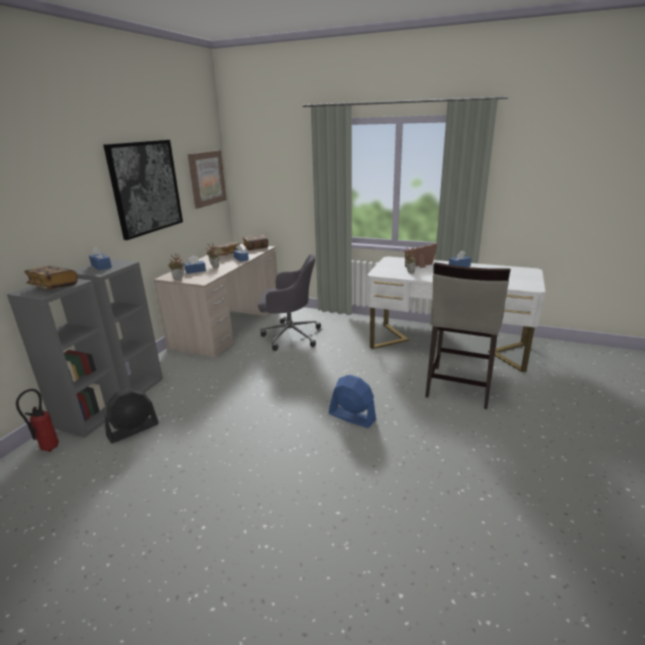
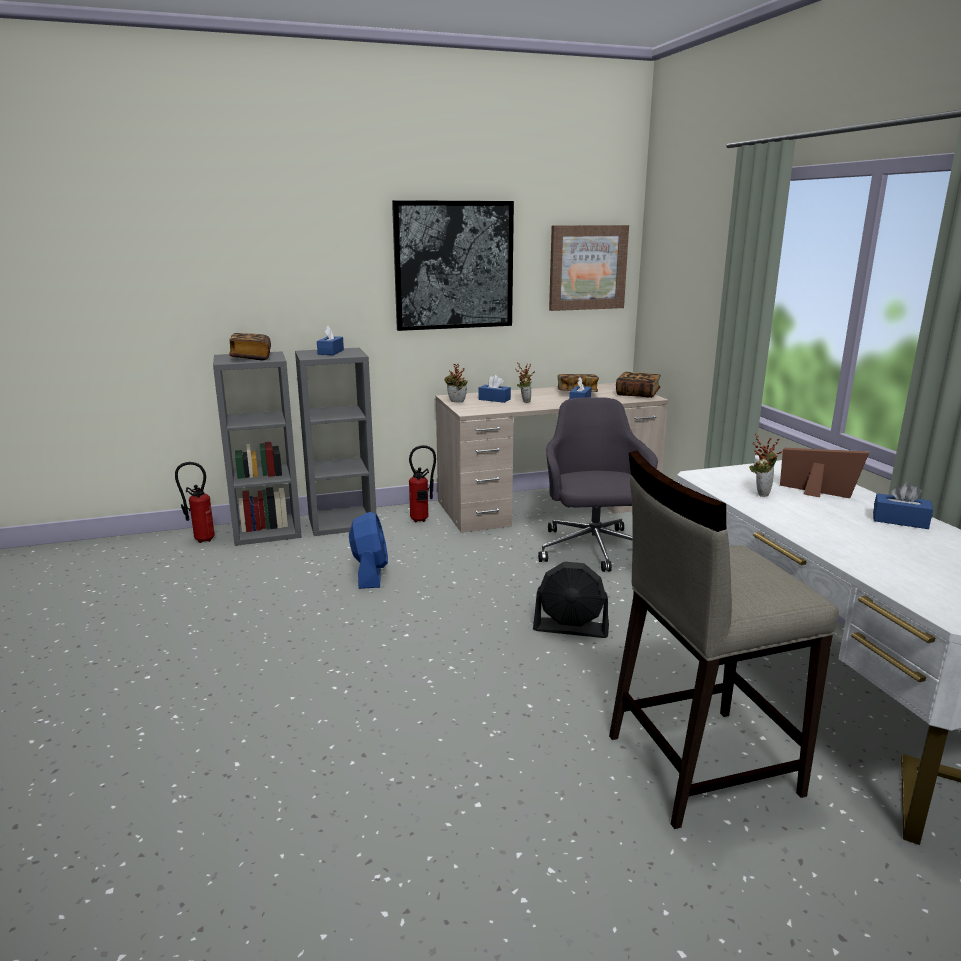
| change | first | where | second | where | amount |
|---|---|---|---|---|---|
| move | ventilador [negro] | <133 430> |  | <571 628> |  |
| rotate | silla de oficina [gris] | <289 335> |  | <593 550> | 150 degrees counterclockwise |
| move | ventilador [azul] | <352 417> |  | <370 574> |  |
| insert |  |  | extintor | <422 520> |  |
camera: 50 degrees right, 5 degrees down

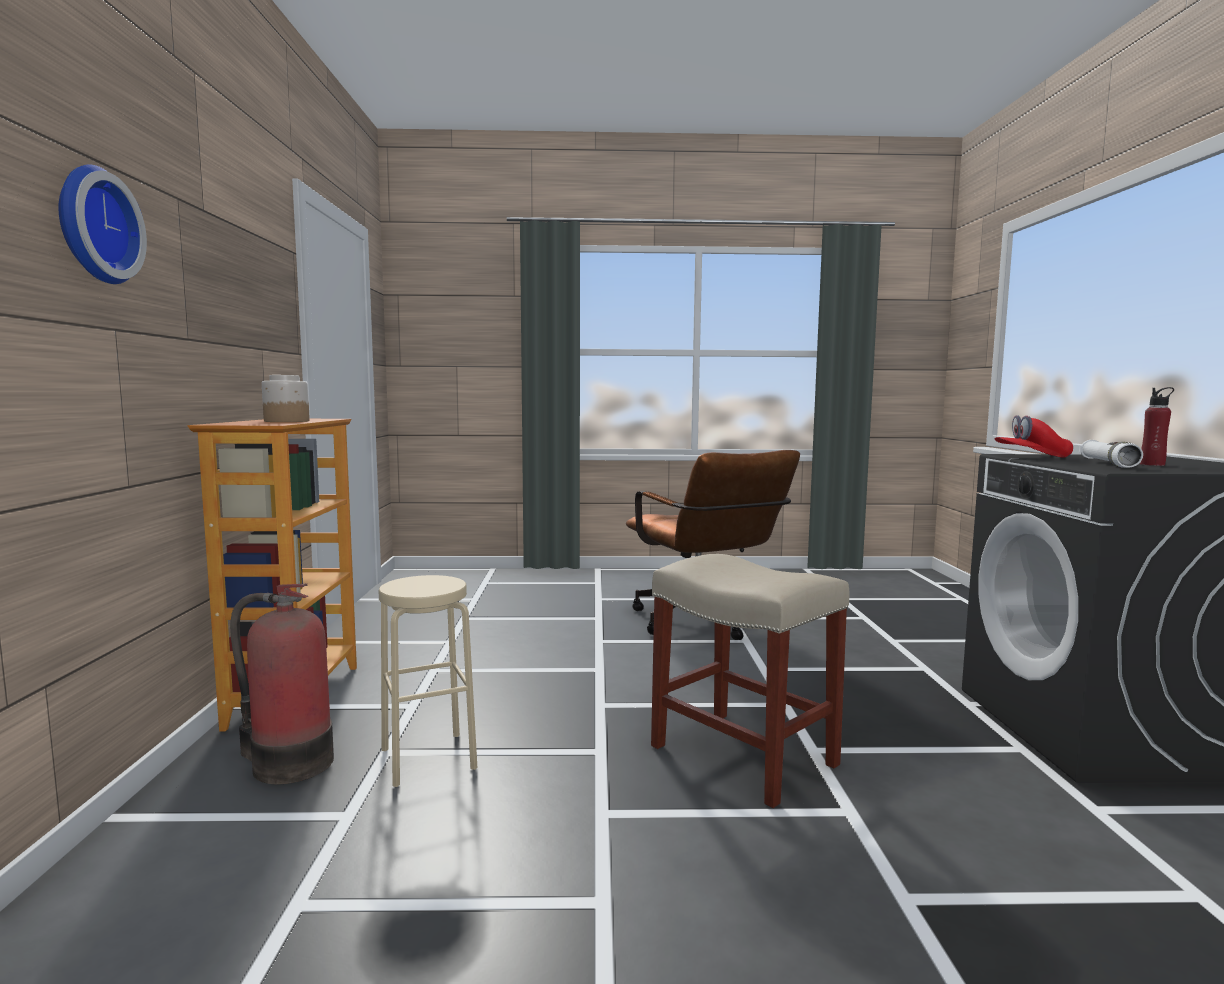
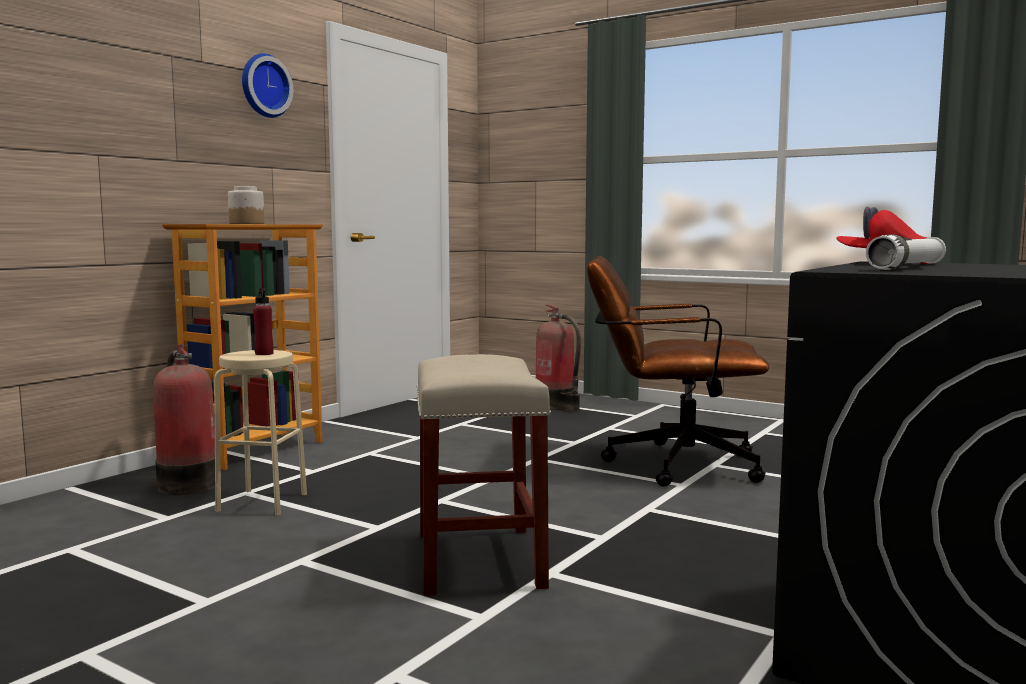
| change | first | where | second | where | amount |
|---|---|---|---|---|---|
| move | reloj de pared | <93 225> |  | <263 86> |  |
| rotate | silla de oficina [marrón] | <704 624> |  | <669 464> | 90 degrees clockwise |
| move | botella [rojo] | <1152 464> |  | <264 354> |  |
| insert |  |  | extintor | <557 406> |  |
camera: 35 degrees right, 0 degrees up

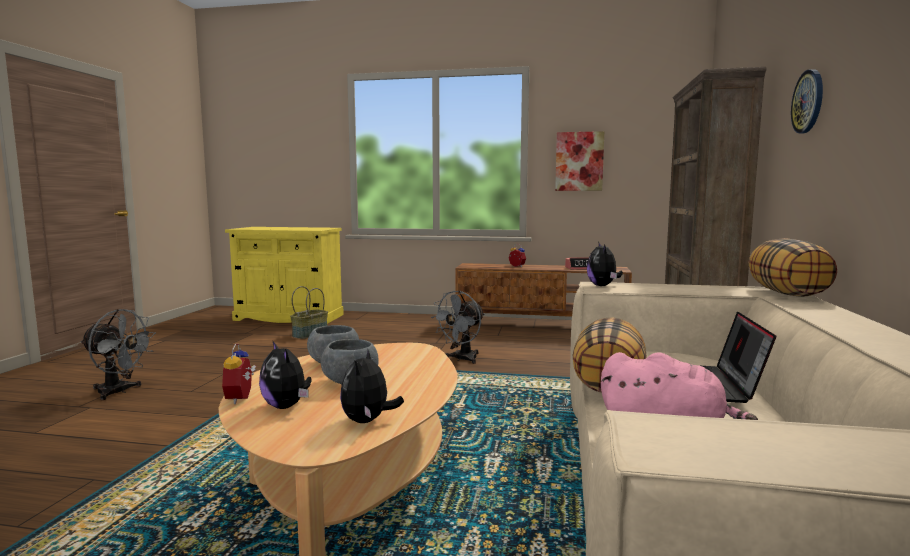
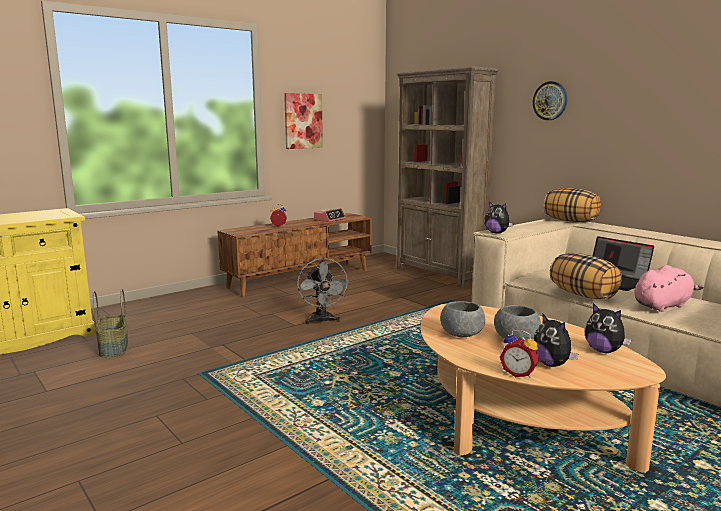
| change | first | where | second | where | amount |
|---|---|---|---|---|---|
| delete | ventilador [gris] | <119 392> |  |  |  |
| rotate | peluche | <286 406> |  | <552 364> | 60 degrees clockwise |
camera: 50 degrees left, 5 degrees up

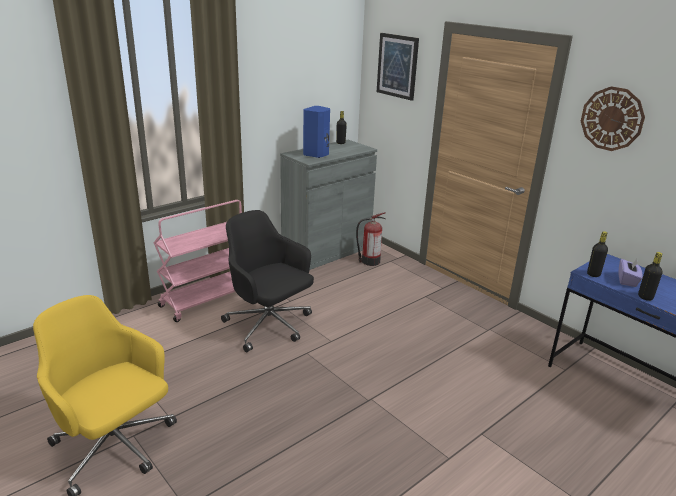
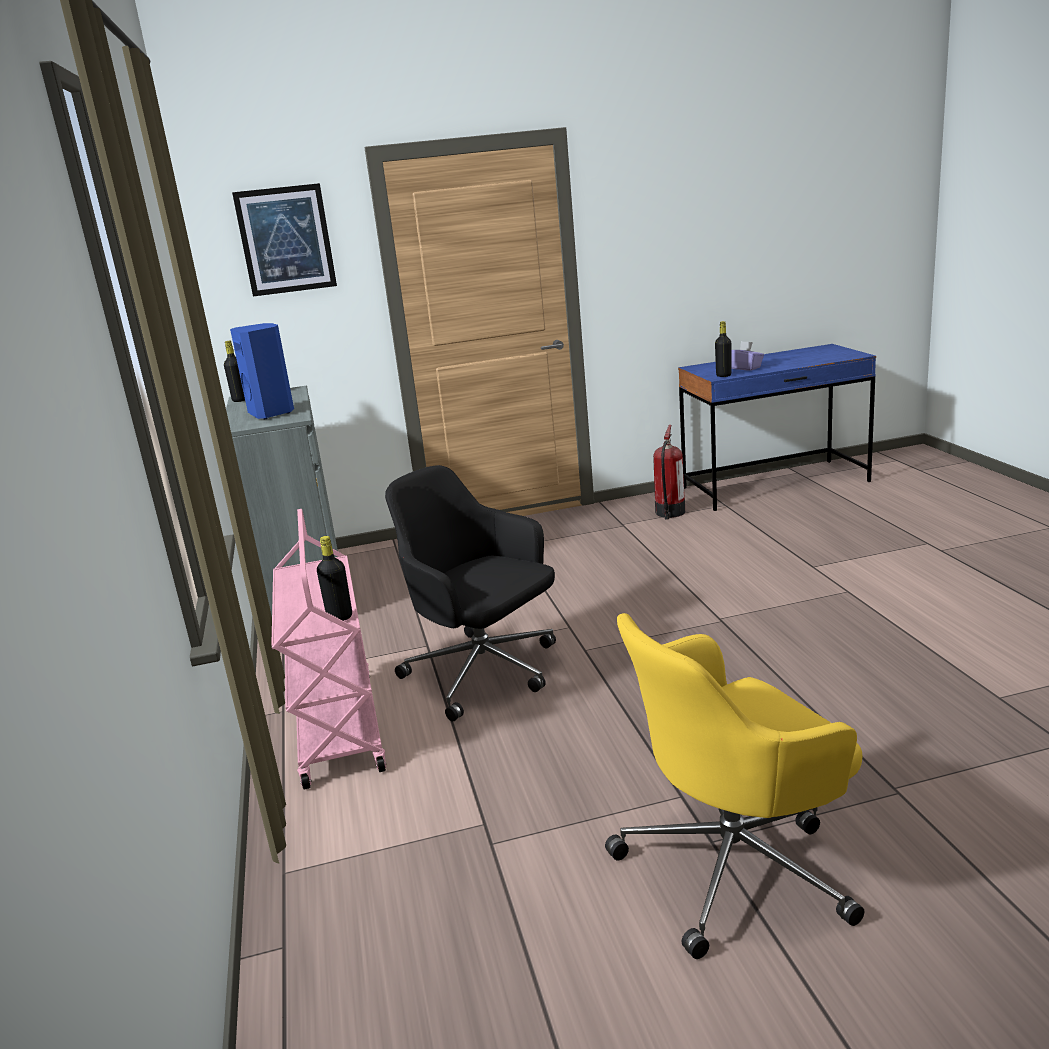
| change | first | where | second | where | amount |
|---|---|---|---|---|---|
| rotate | silla de oficina [negro] | <269 326> |  | <484 673> | 60 degrees clockwise |
| move | extintor | <369 261> |  | <669 513> |  |
| delete | reloj de pared | <612 119> |  |  |  |
| move | botella [negro] | <645 297> |  | <339 617> |  |
camera: 60 degrees left, 5 degrees down

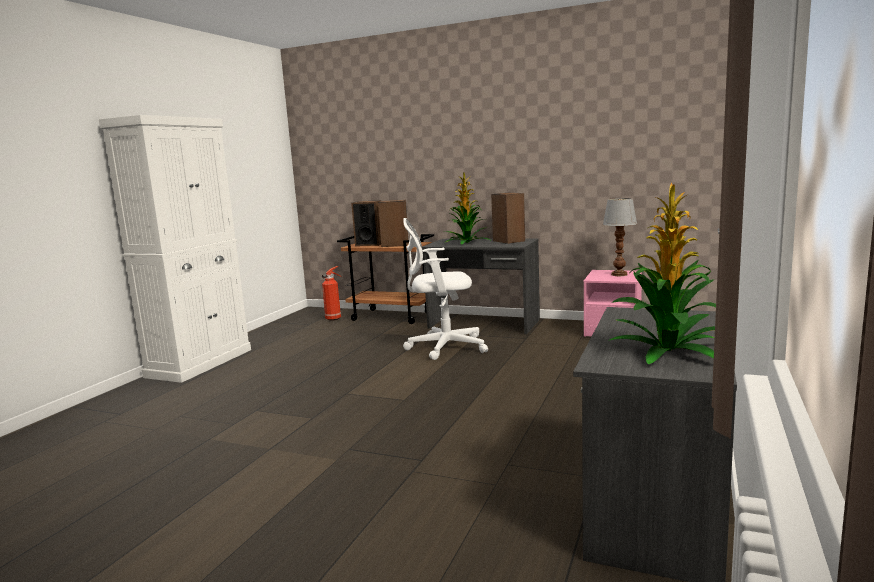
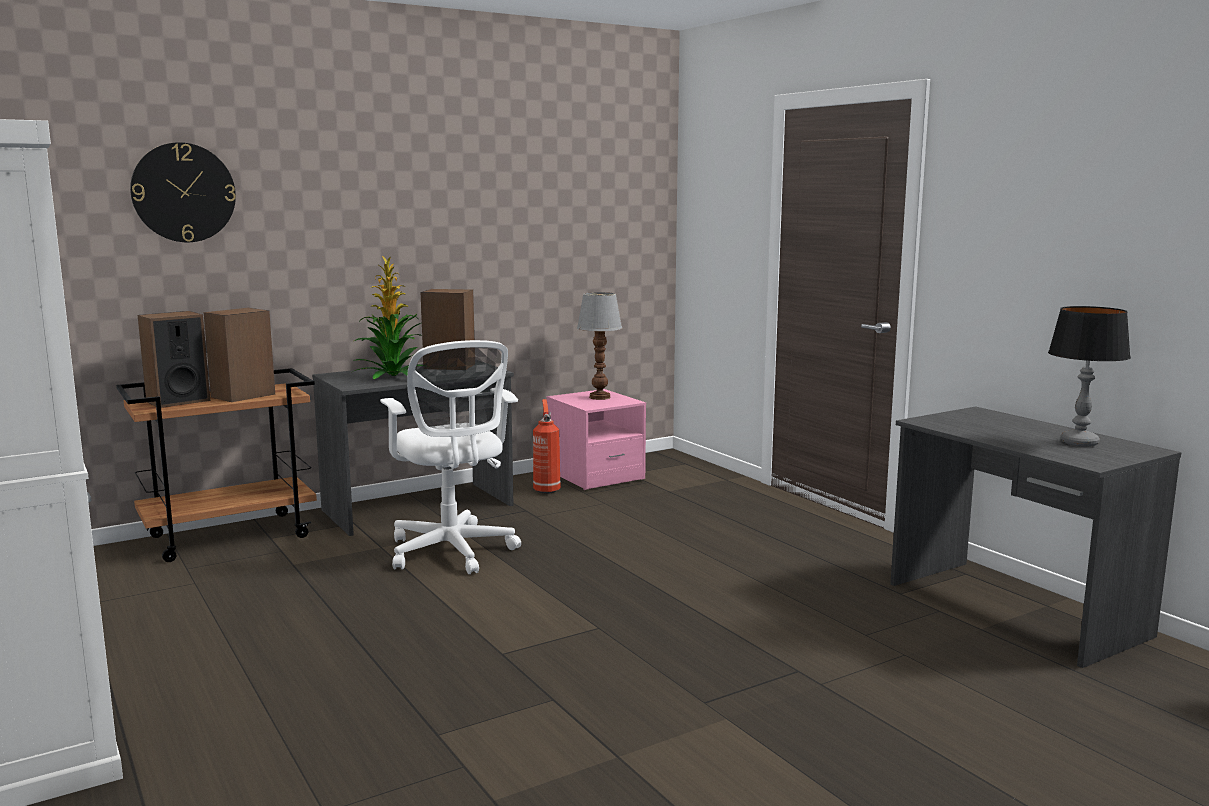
| change | first | where | second | where | amount |
|---|---|---|---|---|---|
| move | extintor | <334 318> |  | <546 490> |  |
| rotate | silla de oficina [blanco] | <442 347> |  | <452 552> | 60 degrees counterclockwise |
| replace | planta en maceta | <669 351> | lámpara de mesa | <1078 442> |  |
| insert |  |  | reloj de pared | <183 192> |  |
camera: 55 degrees left, 0 degrees up

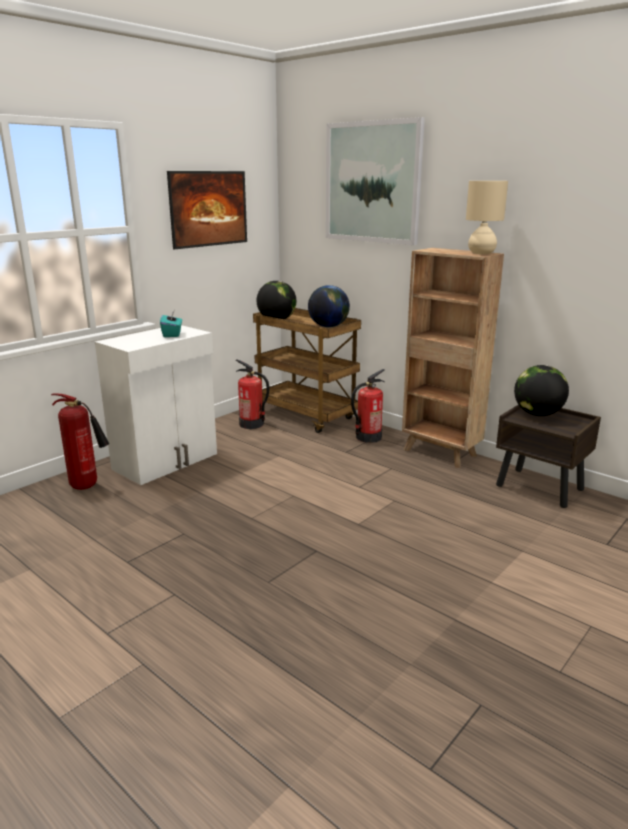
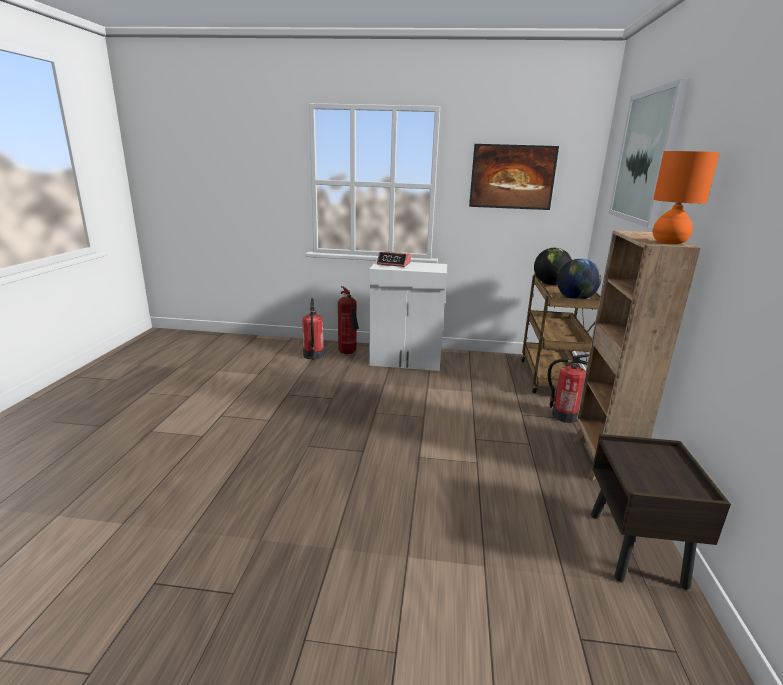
| change | first | where | second | where | amount |
|---|---|---|---|---|---|
| delete | caja de pañuelos [turquesa] | <172 334> |  |  |  |
| move | extintor | <252 424> |  | <313 355> |  |
| recolor | lámpara de mesa [beis] | <481 253> | lámpara de mesa [naranja] | <669 242> |  |
| delete | globo terráqueo | <537 414> |  |  |  |
| insert |  |  | despertador | <394 264> |  |
camera: 55 degrees right, 0 degrees up

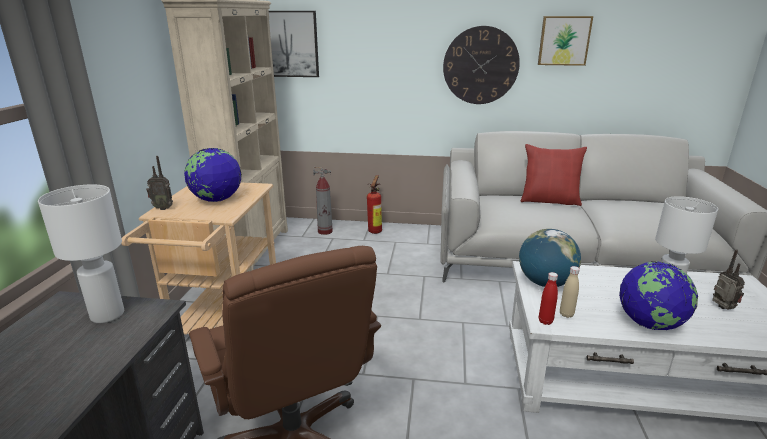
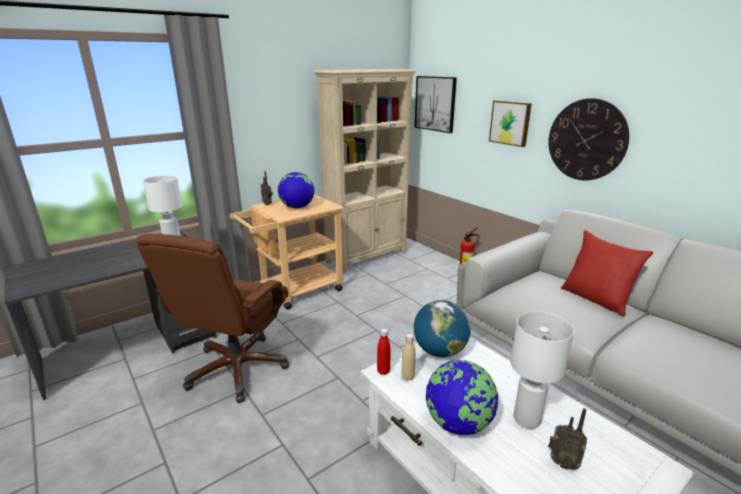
| change | first | where | second | where | amount |
|---|---|---|---|---|---|
| delete | extintor | <325 231> |  |  |  |
| move | cuadro | <564 40> |  | <510 123> |  |
| rotate | radio | <721 308> |  | <562 462> | 90 degrees clockwise |
camera: 45 degrees right, 0 degrees up

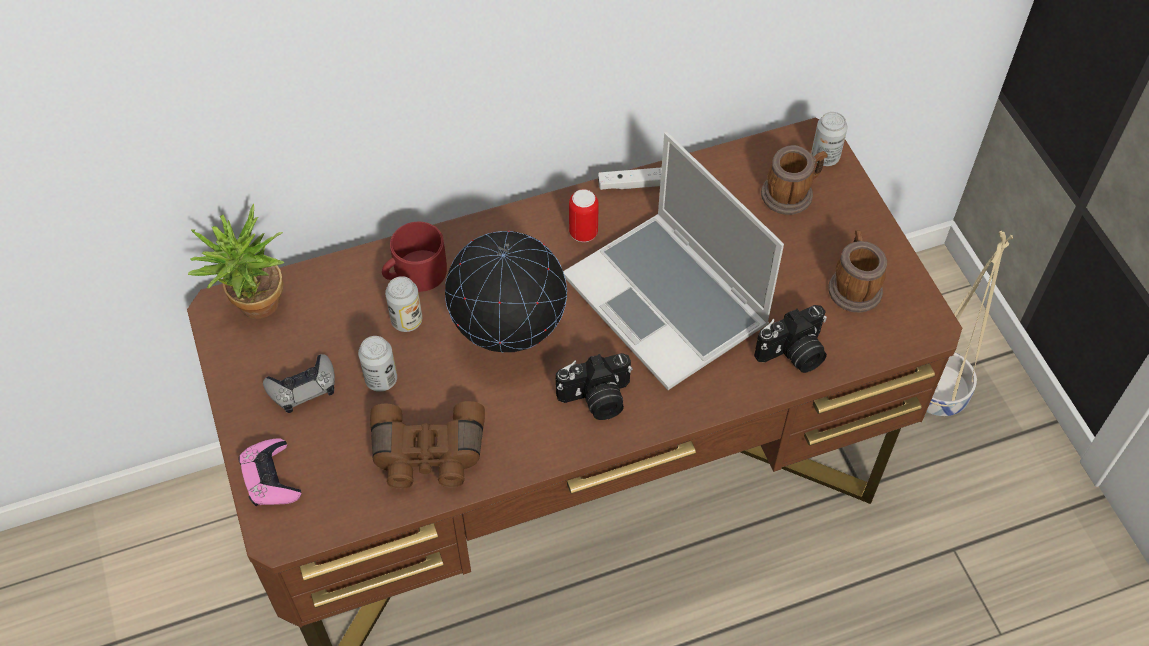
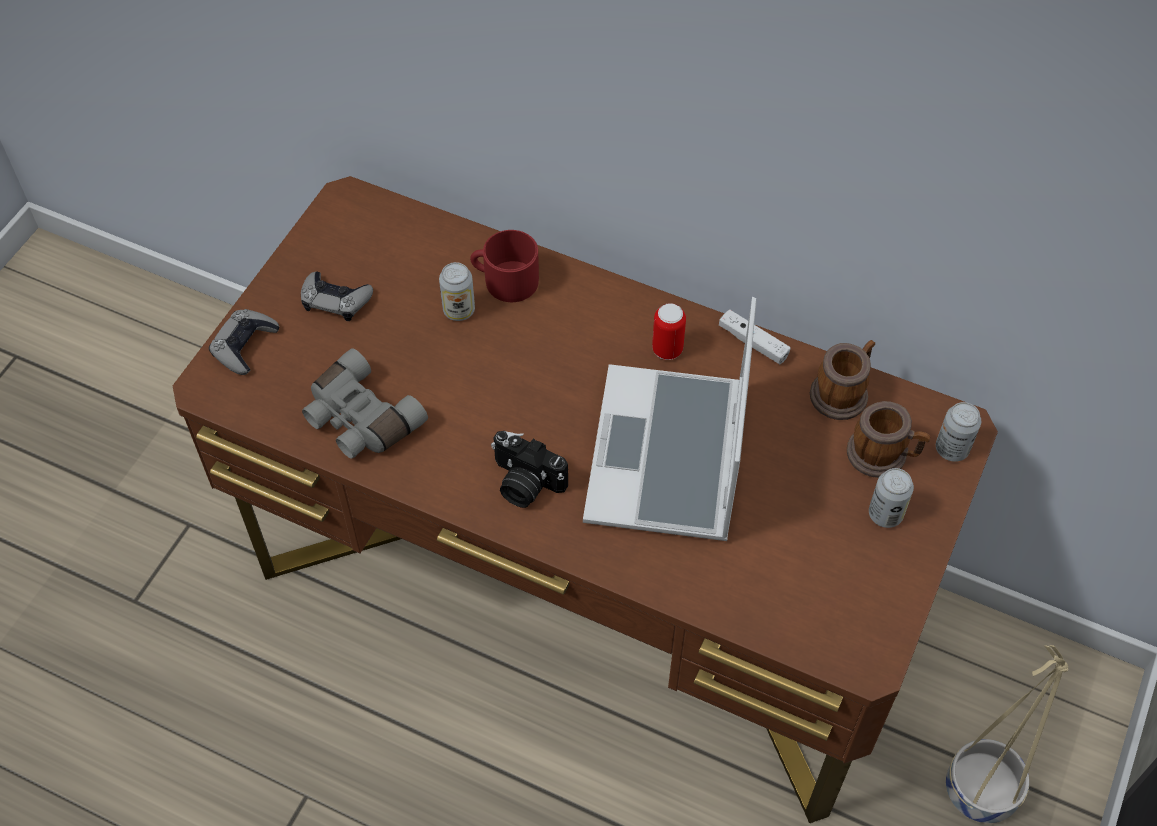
| change | first | where | second | where | amount |
|---|---|---|---|---|---|
| delete | planta en maceta | <255 309> |  |  |  |
| recolor | mando de consola [rosa] | <271 478> | mando de consola [gris] | <244 345> |  |
| move | lata | <381 379> |  | <885 514> |  |
| recolor | prismáticos [marrón] | <428 456> | prismáticos [gris] | <359 420> |  |
| delete | globo terráqueo | <509 335> |  |  |  |
| delete | cámara | <793 354> |  |  |  |
| move | taza grande | <853 285> |  | <842 392> |  |
camera: 45 degrees right, 0 degrees up

